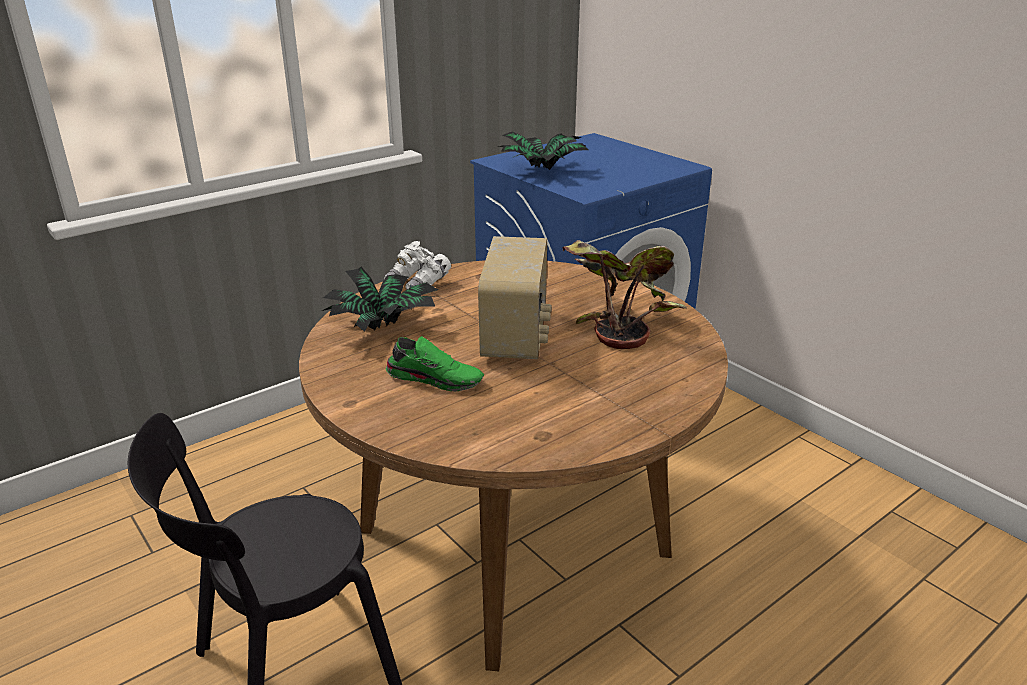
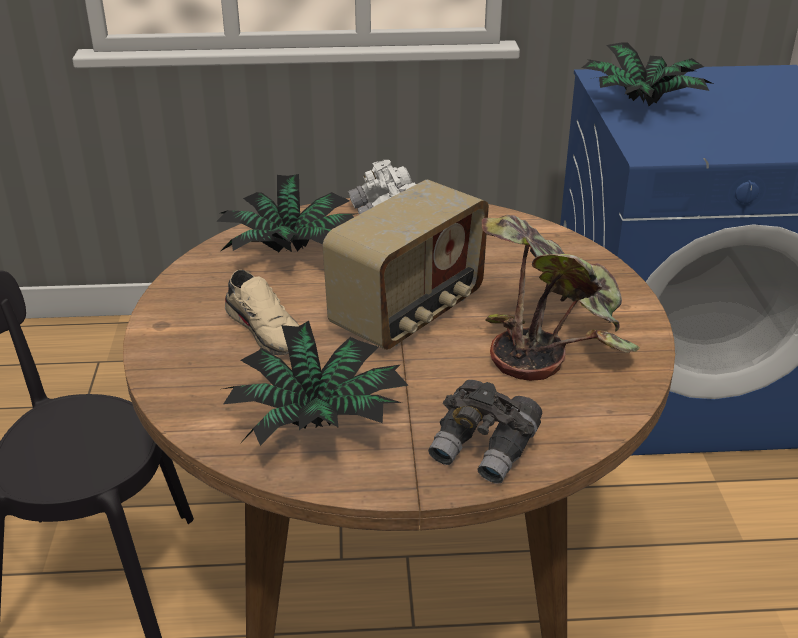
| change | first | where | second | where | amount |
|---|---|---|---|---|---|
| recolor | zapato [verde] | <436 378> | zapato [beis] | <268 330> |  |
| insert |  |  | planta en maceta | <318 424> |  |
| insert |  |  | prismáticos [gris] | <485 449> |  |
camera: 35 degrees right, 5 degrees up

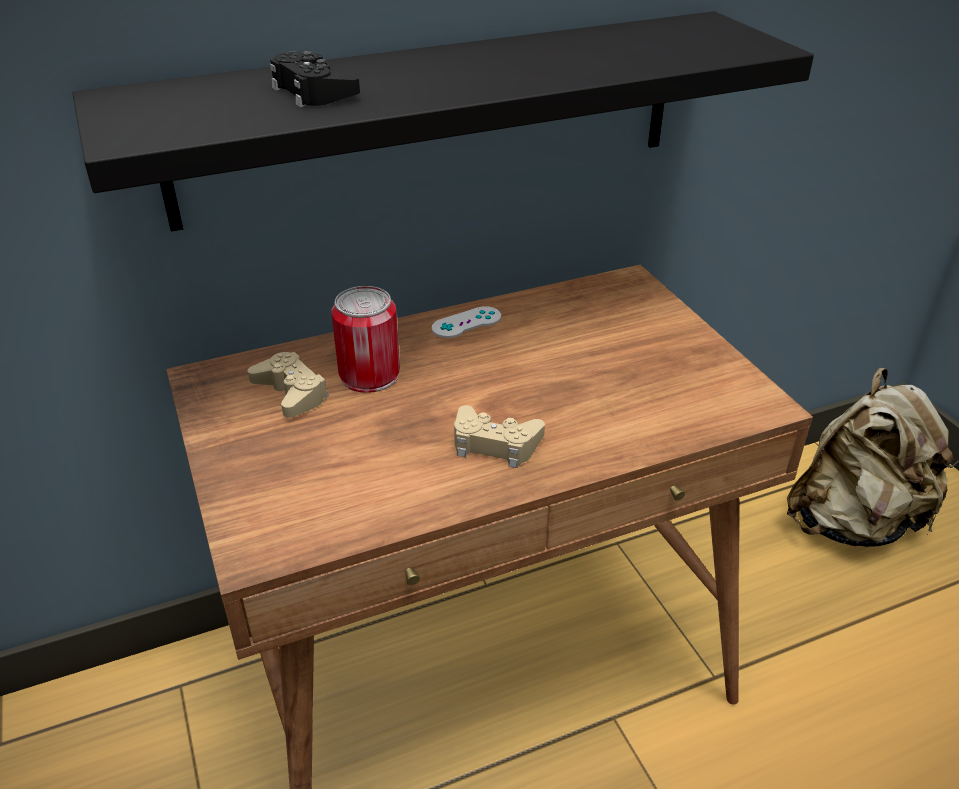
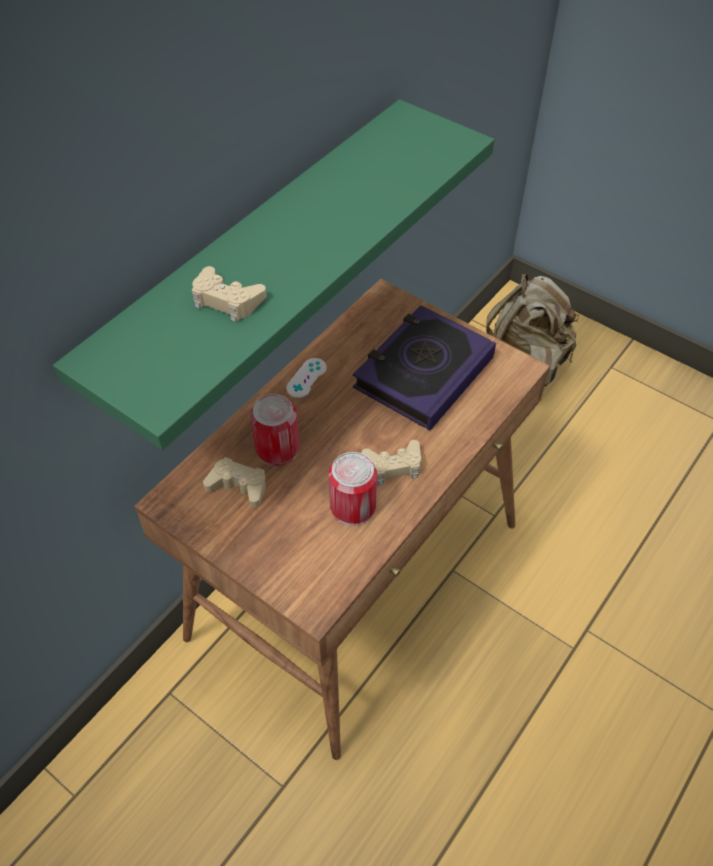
| change | first | where | second | where | amount |
|---|---|---|---|---|---|
| recolor | estante [negro] | <432 117> | estante [verde] | <255 255> |  |
| recolor | mando de consola [negro] | <313 91> | mando de consola [beis] | <227 300> |  |
| insert |  |  | lata | <353 506> |  |
| insert |  |  | libro | <423 373> |  |
camera: 30 degrees left, 15 degrees up

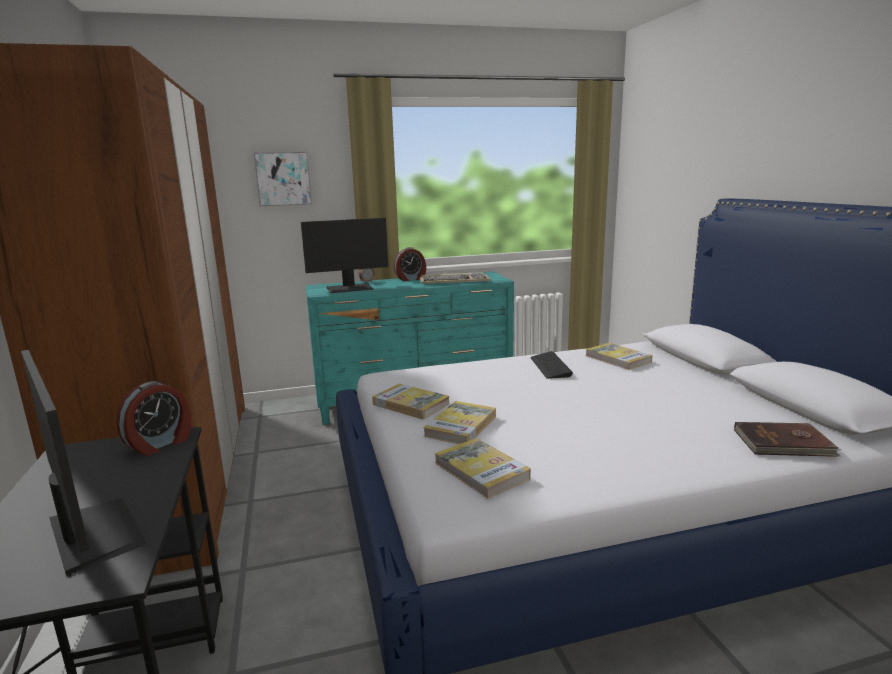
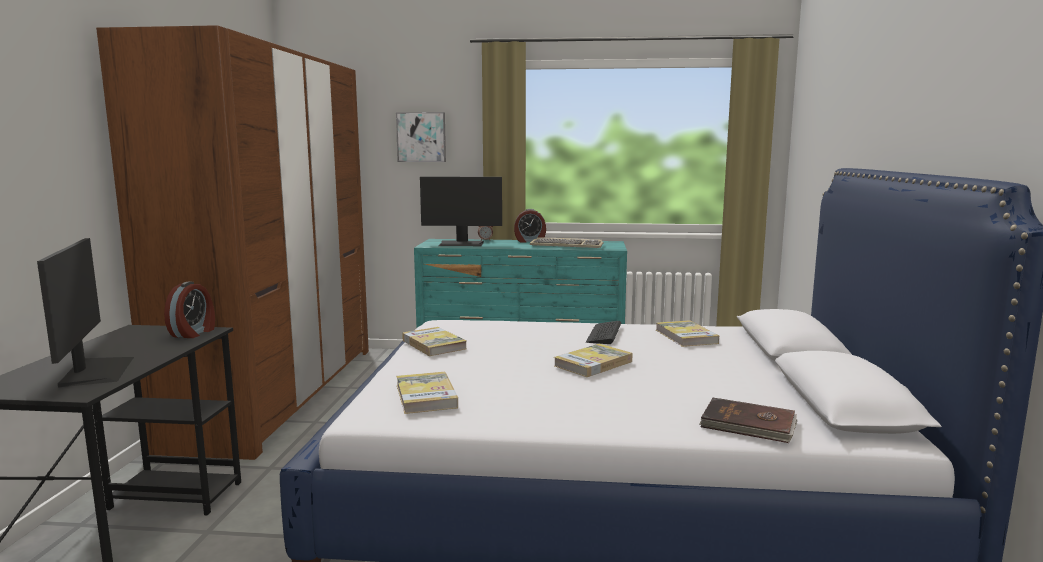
| change | first | where | second | where | amount |
|---|---|---|---|---|---|
| rotate | despertador | <160 444> |  | <194 333> | 45 degrees counterclockwise |
| move | libro | <461 426> |  | <593 364> |  |
camera: 20 degrees right, 5 degrees down

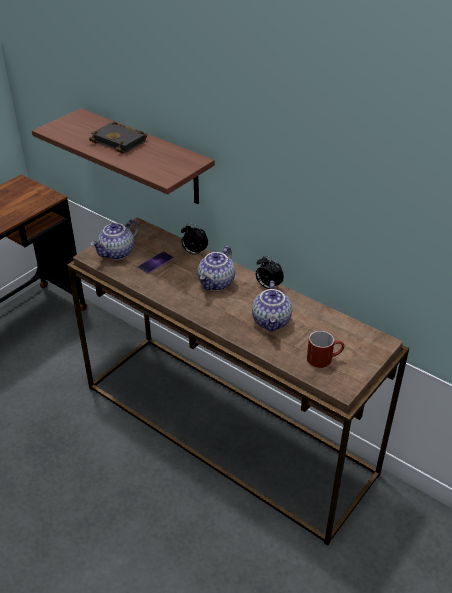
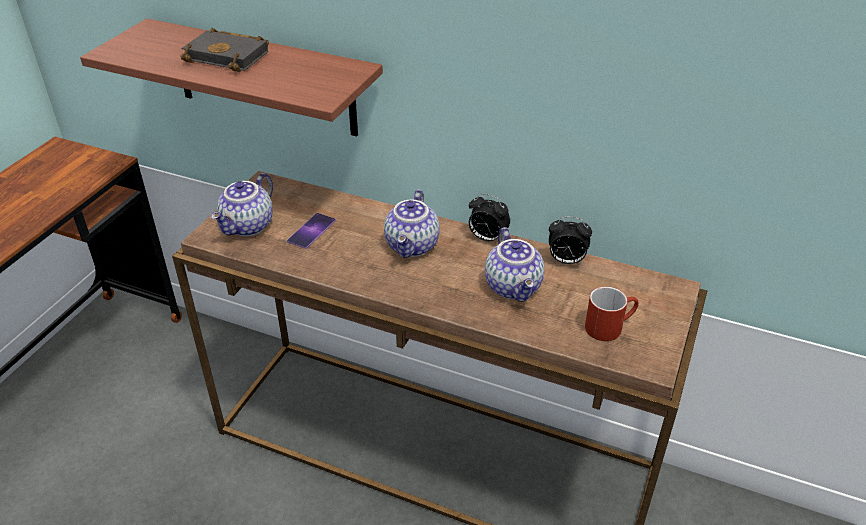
| change | first | where | second | where | amount |
|---|---|---|---|---|---|
| move | despertador | <194 253> |  | <566 261> |  |
camera: 15 degrees left, 0 degrees up

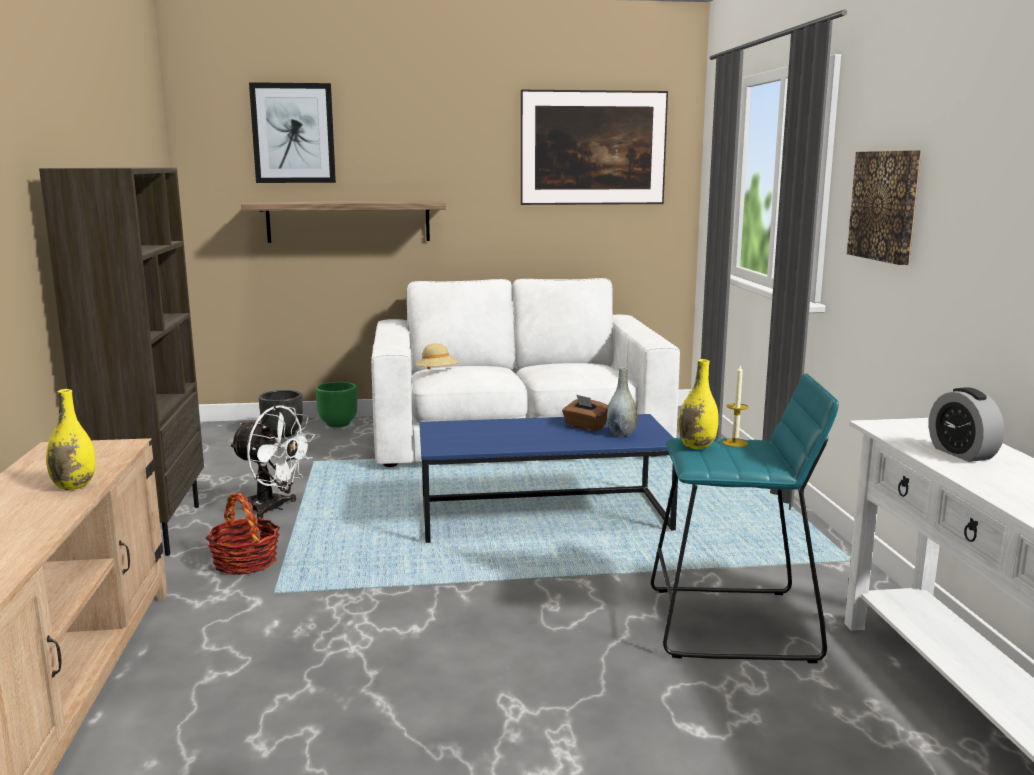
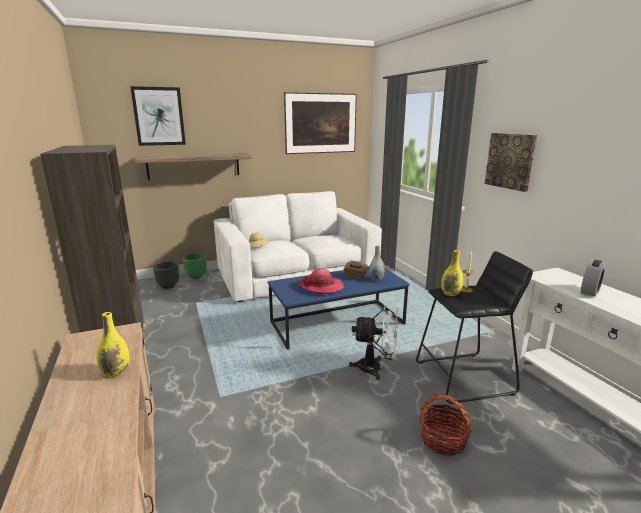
| change | first | where | second | where | amount |
|---|---|---|---|---|---|
| move | cesta | <245 562> |  | <442 439> |  |
| move | ventilador [blanco] | <274 508> |  | <375 368> |  |
| recolor | taburete [turquesa] | <732 624> | taburete [negro] | <464 378> |  |
| rotate | despertador | <961 453> |  | <590 291> | 105 degrees counterclockwise |
| insert |  |  | sombrero | <321 286> |  |
camera: 15 degrees left, 5 degrees up

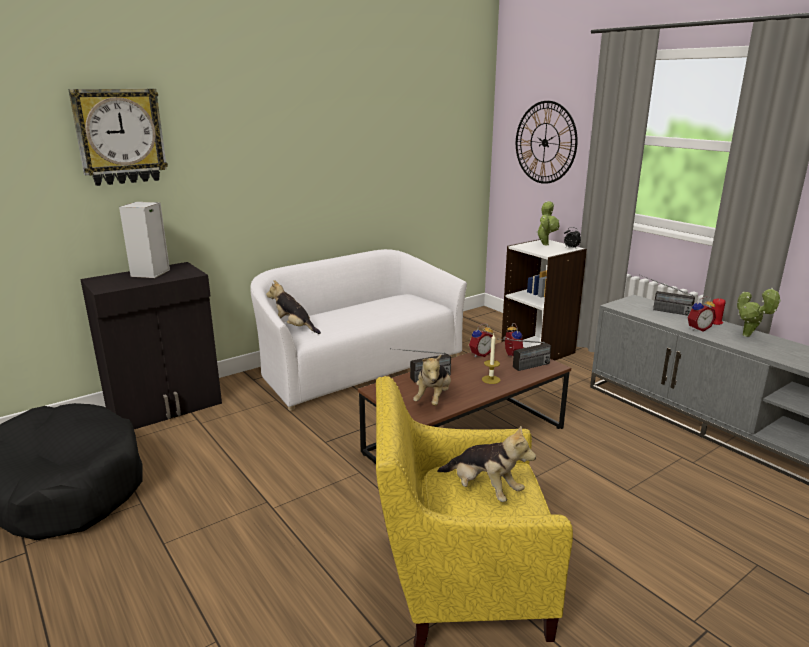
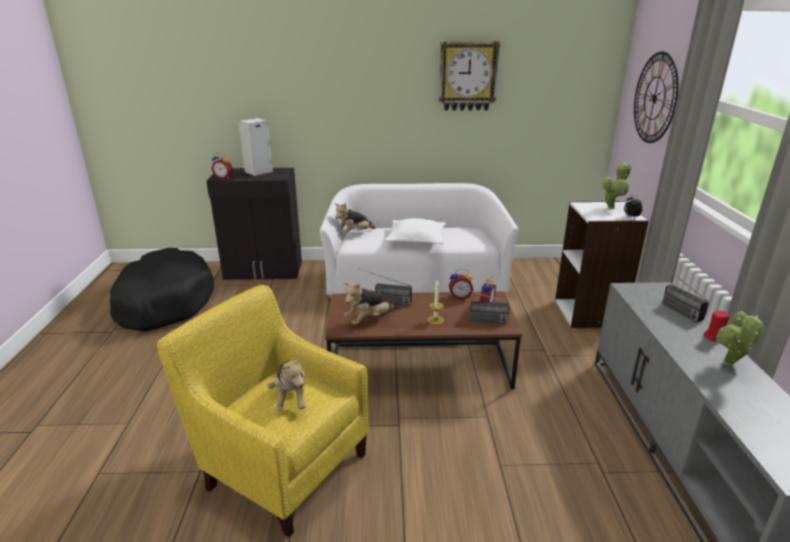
| change | first | where | second | where | amount |
|---|---|---|---|---|---|
| move | reloj de pared | <120 136> |  | <467 76> |  |
| rotate | peluche | <294 327> |  | <354 234> | 105 degrees counterclockwise |
| move | despertador | <697 329> |  | <224 177> |  |
| insert |  |  | cojín [blanco] | <416 239> |  |
camera: 35 degrees right, 5 degrees up

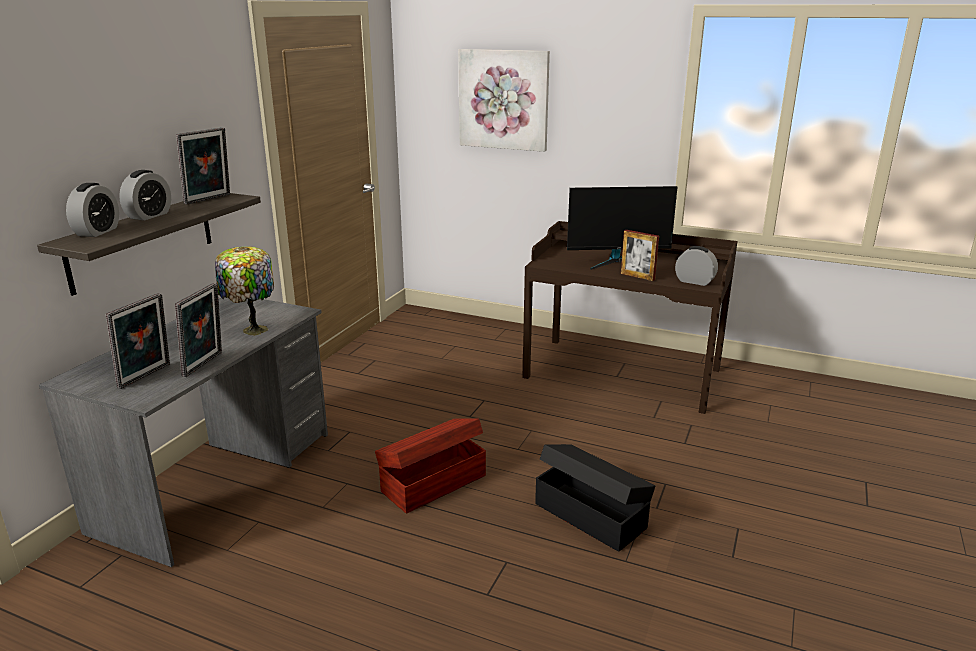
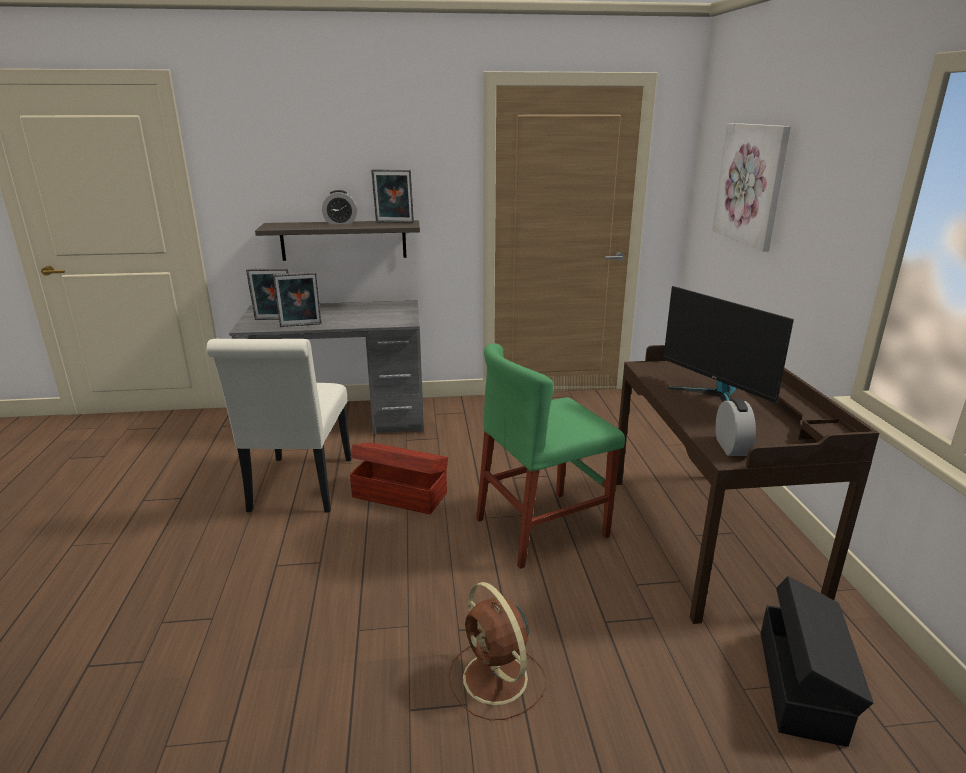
| change | first | where | second | where | amount |
|---|---|---|---|---|---|
| delete | despertador | <97 232> |  |  |  |
| delete | lámpara de mesa | <253 330> |  |  |  |
| move | caja de almacenaje [negro] | <590 514> |  | <802 684> |  |
| delete | portarretratos | <637 276> |  |  |  |
| insert |  |  | silla [blanco] | <299 489> |  |
| insert |  |  | ventilador [marrón] | <497 680> |  |
| insert |  |  | silla [verde] | <542 527> |  |
camera: 60 degrees right, 0 degrees up

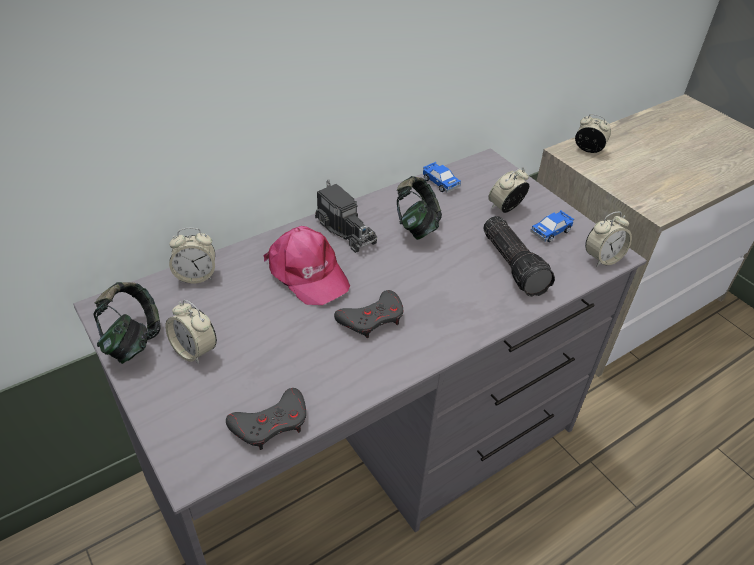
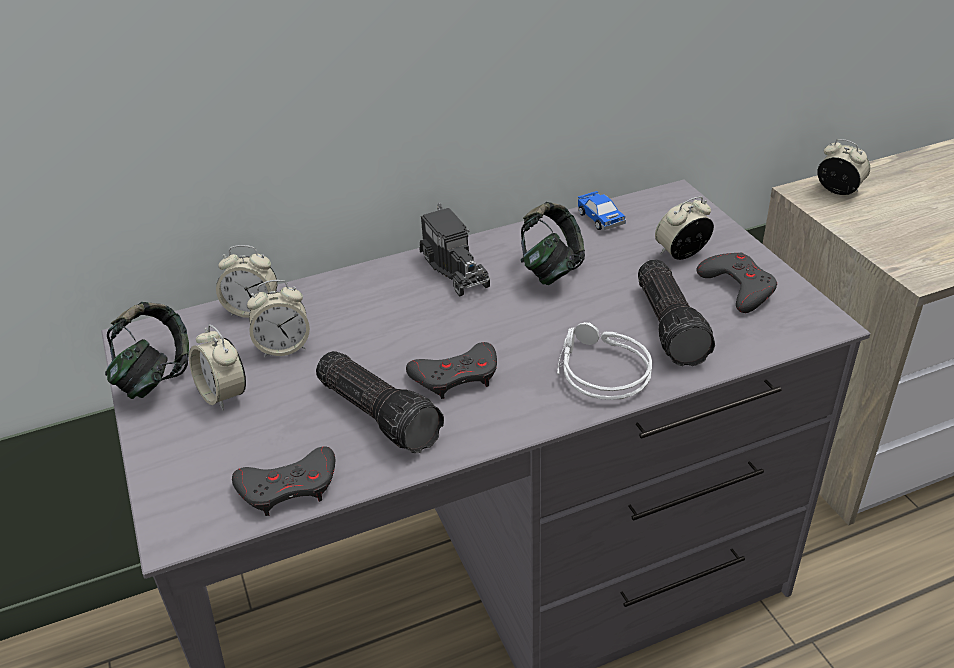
| change | first | where | second | where | amount |
|---|---|---|---|---|---|
| delete | gorra [rosa] | <307 273> |  |  |  |
| replace | coche de juguete | <551 231> | mando de consola [gris] | <738 287> |  |
| move | despertador | <602 258> |  | <283 347> |  |
| insert |  |  | linterna | <380 413> |  |
| insert |  |  | auriculares [gris] | <598 370> |  |
camera: 15 degrees right, 5 degrees down

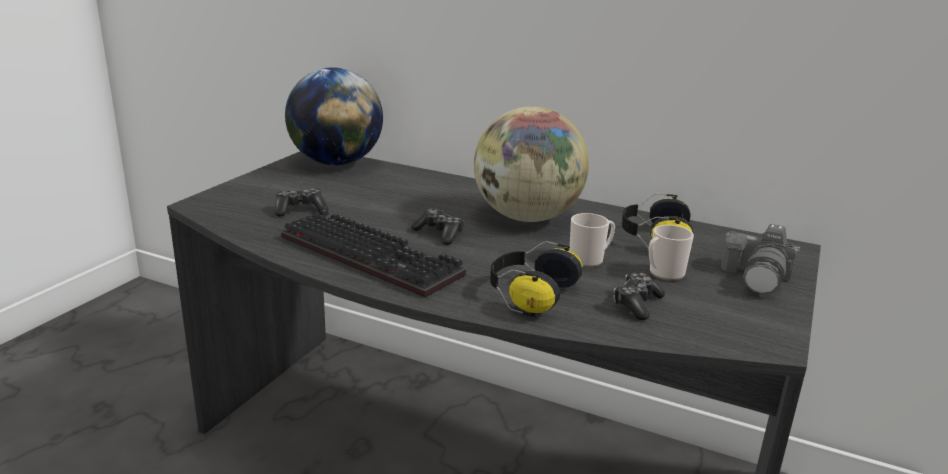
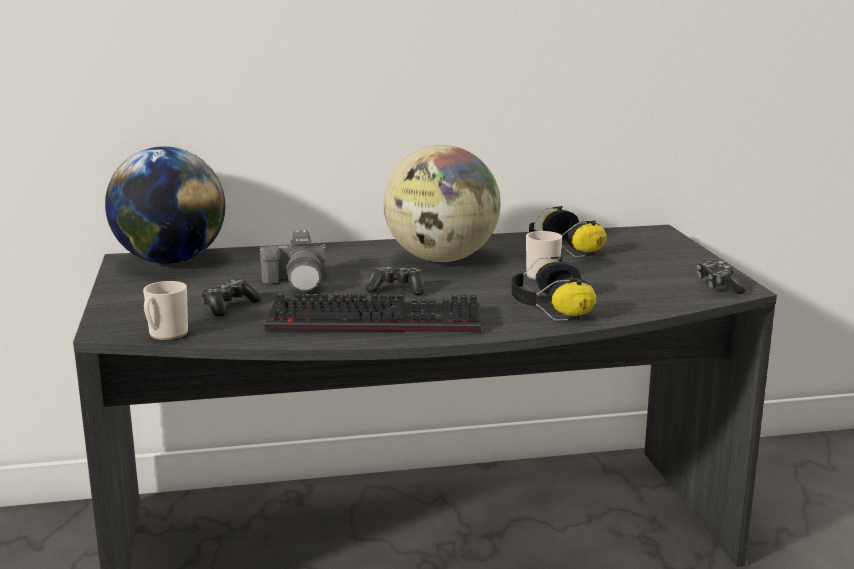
| change | first | where | second | where | amount |
|---|---|---|---|---|---|
| move | mando de consola | <636 304> |  | <718 286> |  |
| move | taza grande | <663 273> |  | <165 334> |  |
| move | cámara | <758 277> |  | <298 281> |  |
camera: 35 degrees left, 5 degrees down

